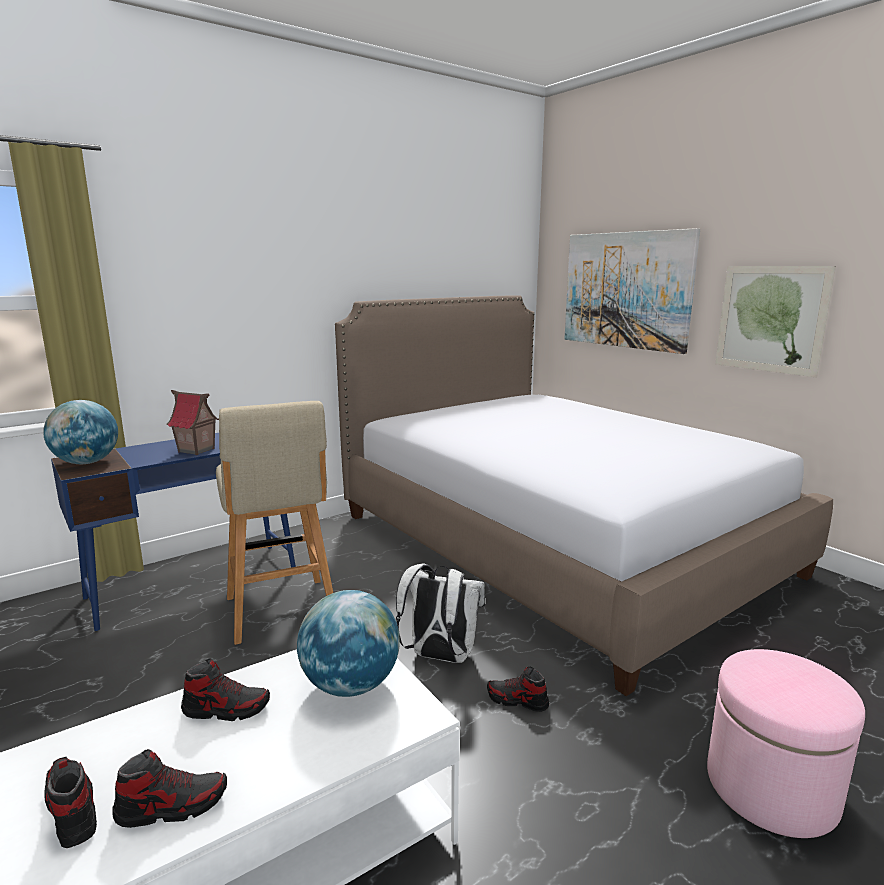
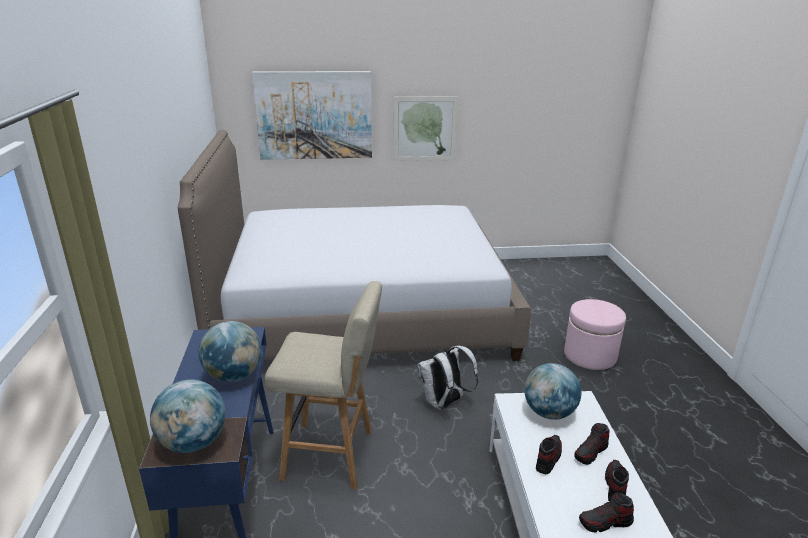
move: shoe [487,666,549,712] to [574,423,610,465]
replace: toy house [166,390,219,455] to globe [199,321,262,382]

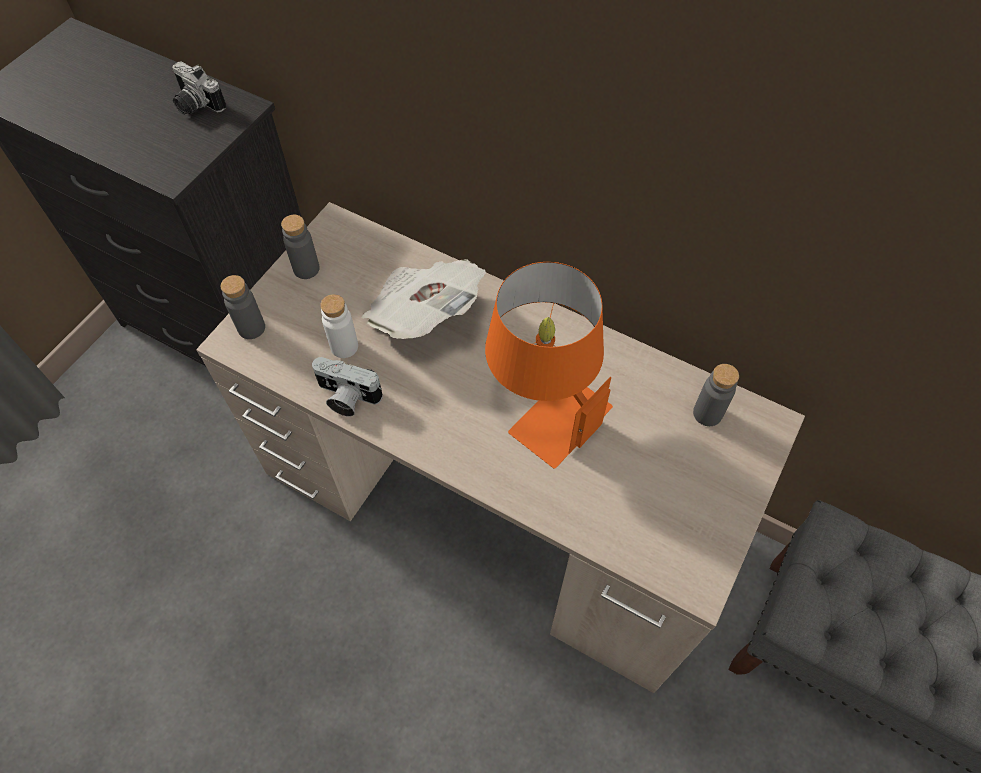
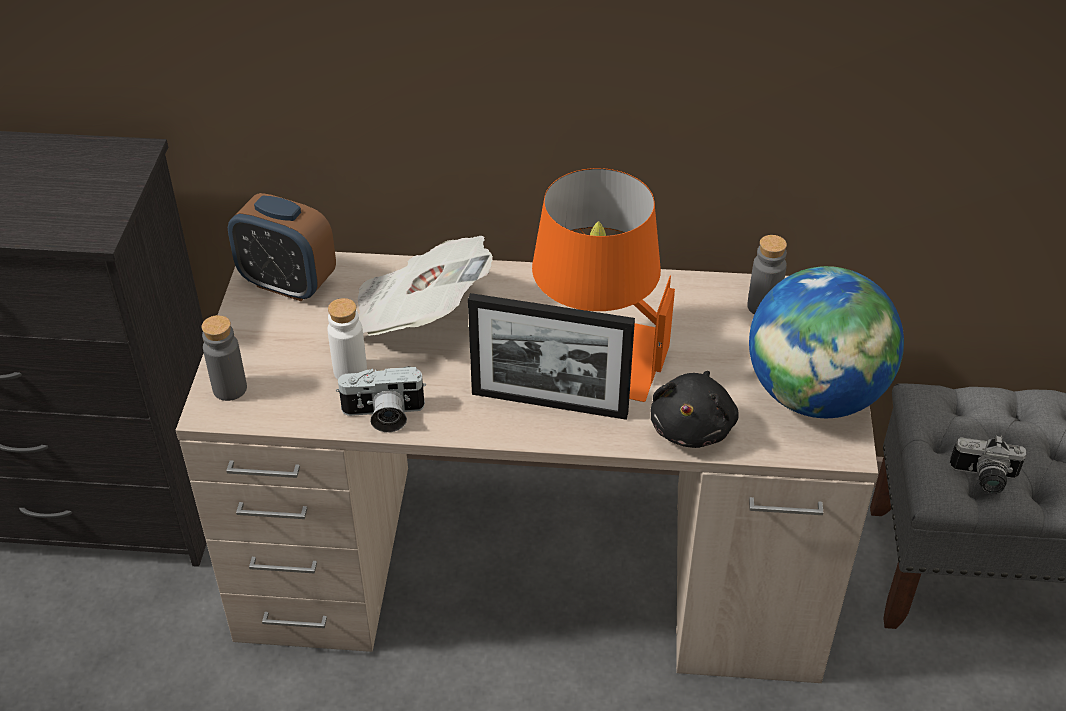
delete: bottle in grey [281,215,320,279]
insert: alarm clock [228,193,336,301]; picture frame [468,293,635,420]; plush toy in black [651,371,739,448]; globe [749,266,904,418]
move: photo camera [172,61,226,115] to [950,435,1026,494]

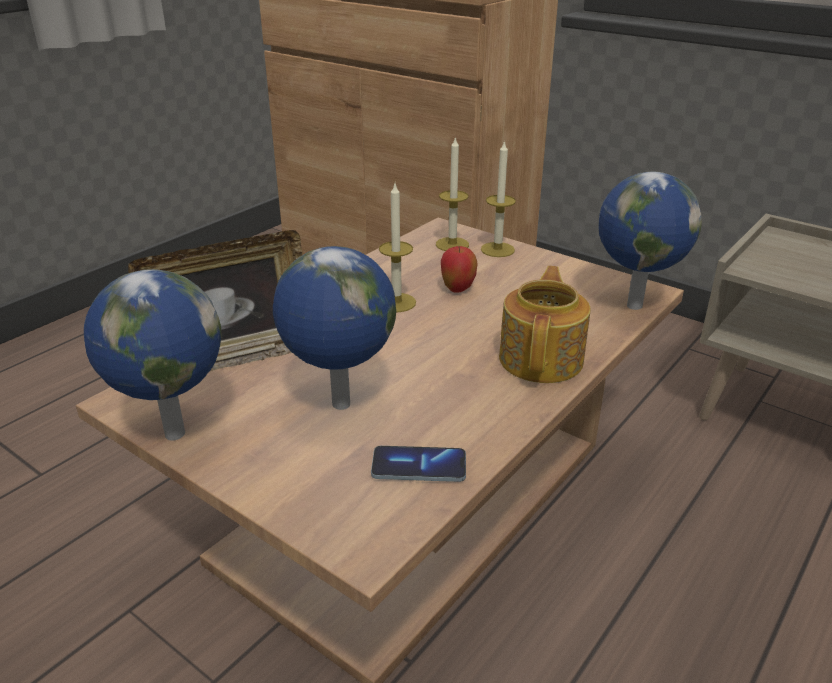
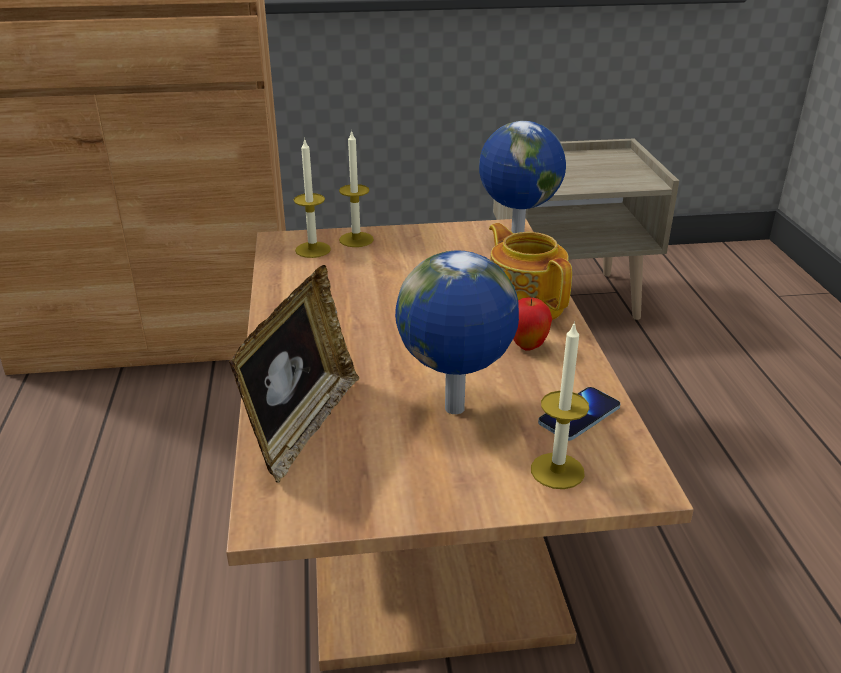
delete: globe [84,269,222,441]
move: candle [379,184,416,312] to [531,321,589,489]; apple [441,246,477,293] to [513,297,552,351]

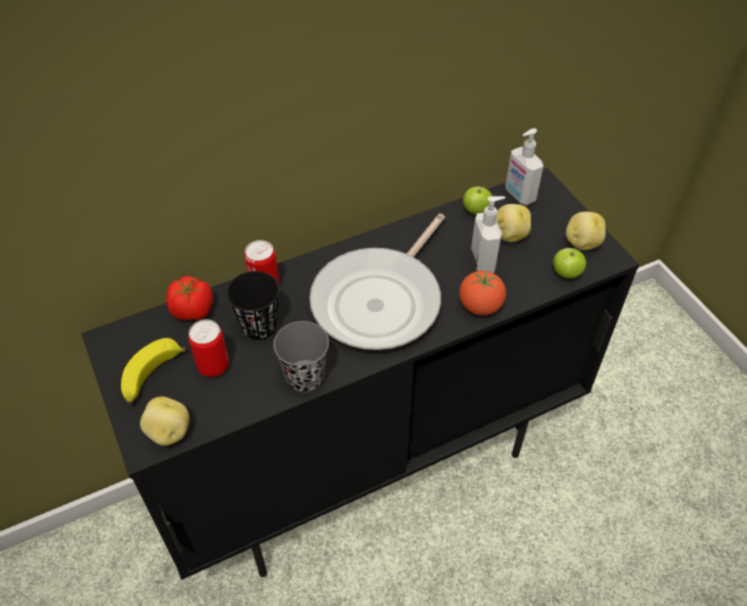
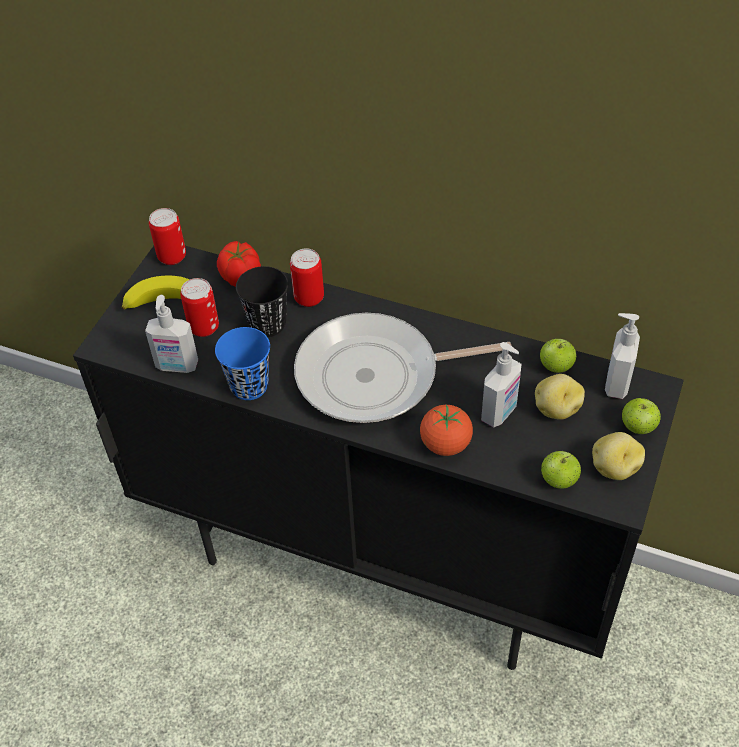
delete: potato [140,396,189,446]
insert: soap dispenser [145,295,198,373]; can [149,208,186,265]; apple [622,398,661,434]
recolor: cup in grey [274,321,329,393] to cup in blue [215,327,270,400]

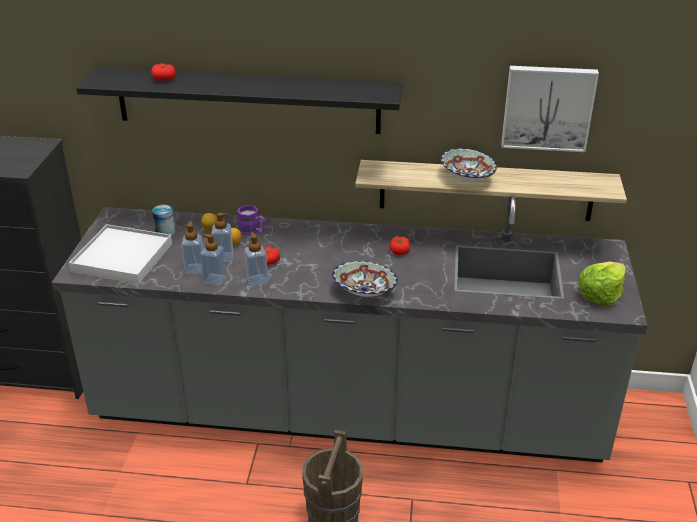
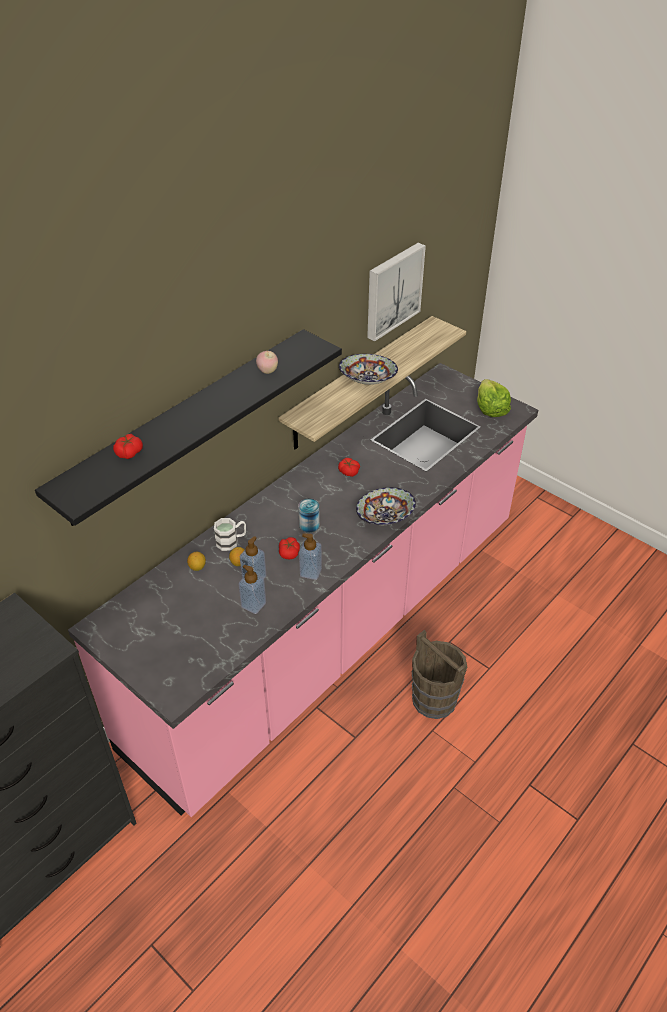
delete: tray in white [69,224,172,284]; soap dispenser [200,234,226,286]
insert: apple [256,351,278,374]
move: can [152,204,176,236] to [298,498,320,533]
recolor: counter in grey [51,197,648,463] to counter in pink [68,363,538,817]; mug in purple [237,205,265,236] to mug in white [214,518,246,551]

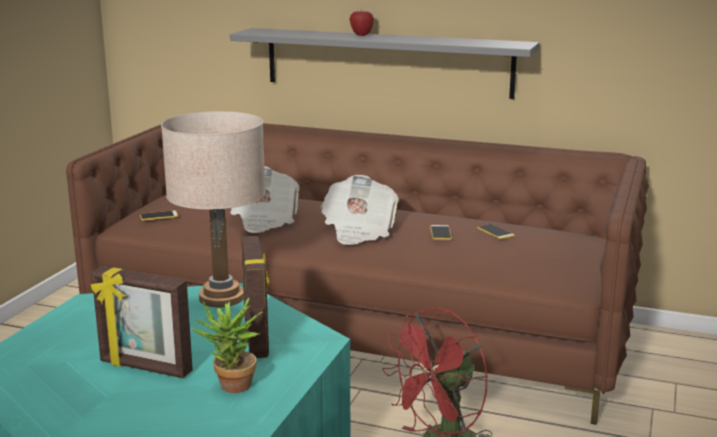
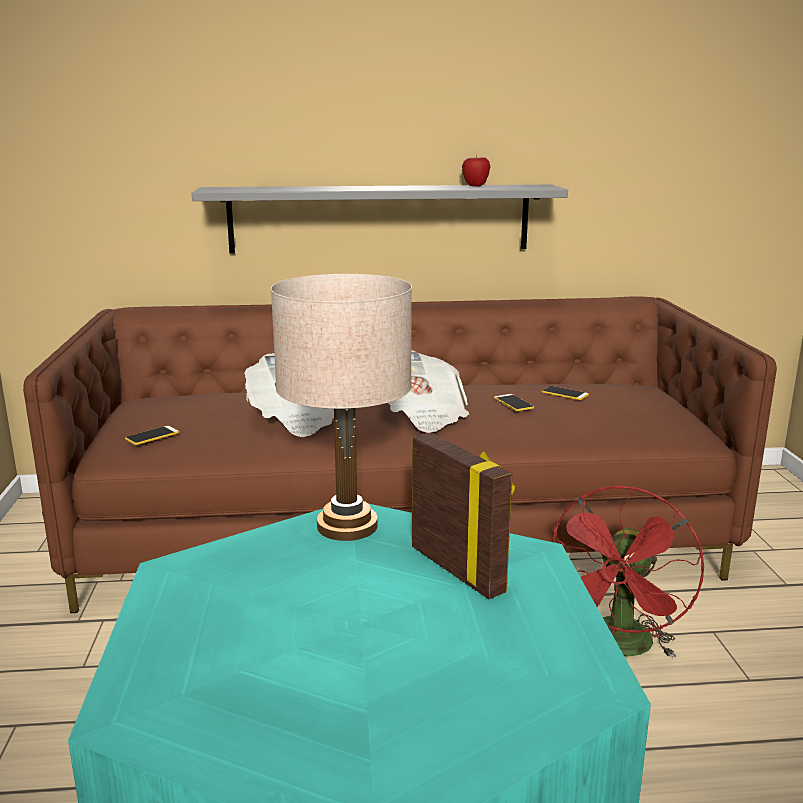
delete: picture frame [91,266,193,378]; potted plant [192,297,263,393]
move: apple [349,11,374,36] to [462,156,490,187]

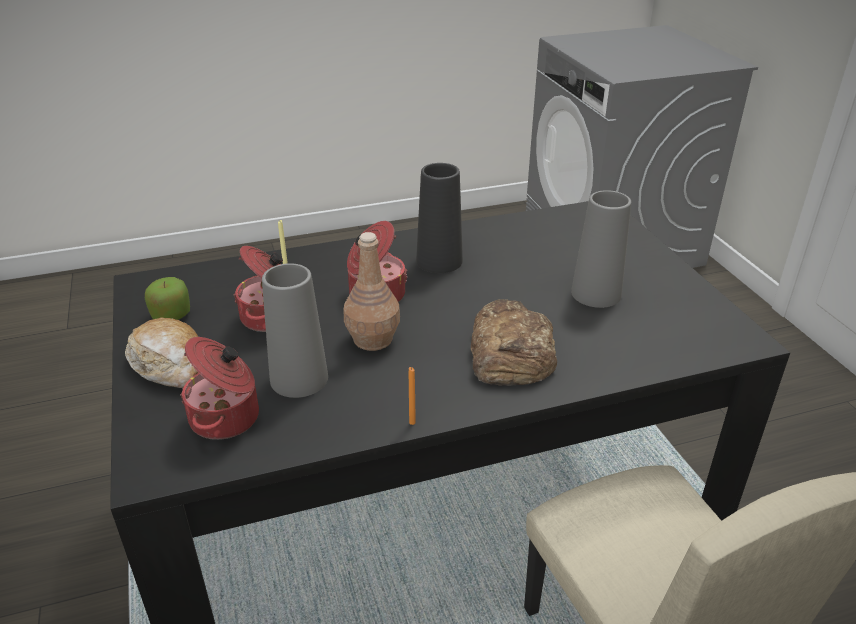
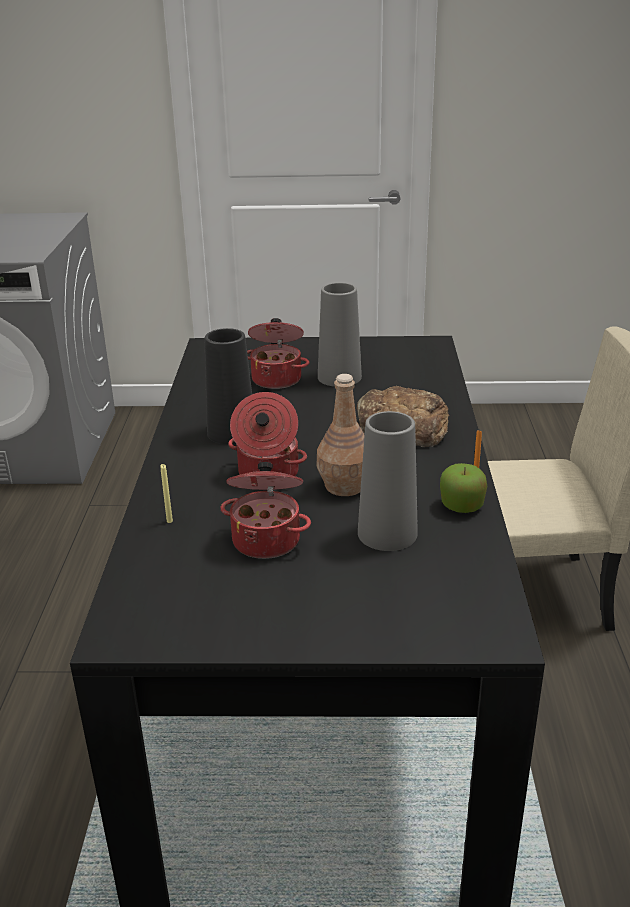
delete: bread [125,317,198,388]
move: apple [145,277,190,320] to [440,463,487,513]; cooking pot [180,337,259,440] to [247,318,310,389]

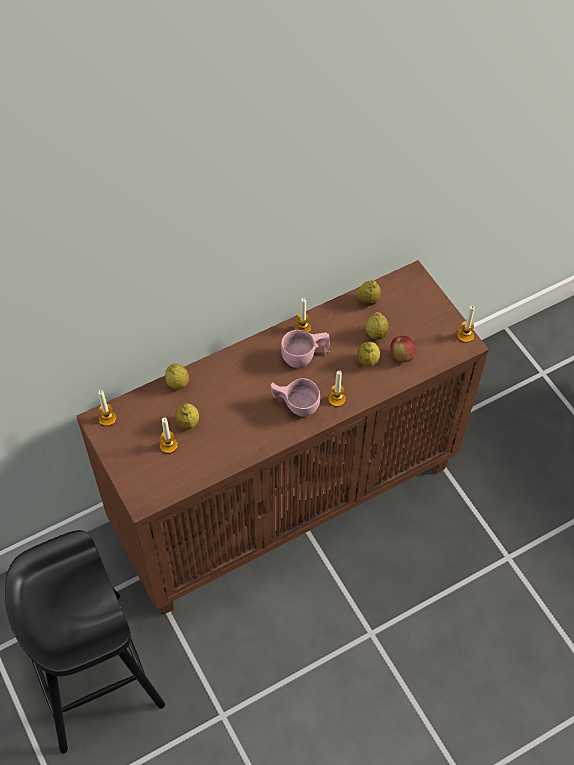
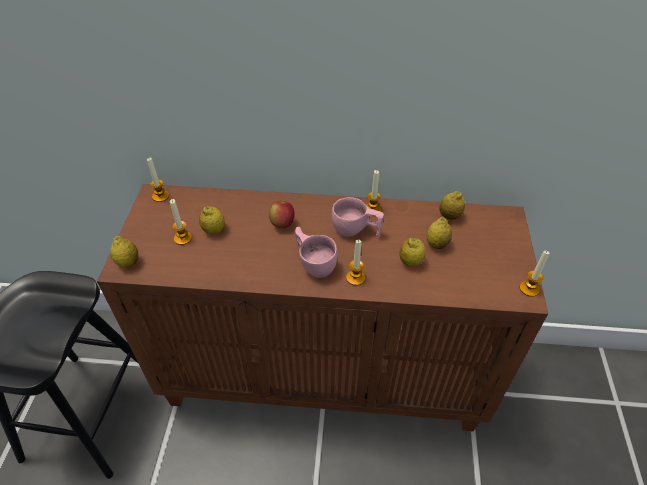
move: lemon [165,363,189,390] to [110,236,138,268]; apple [390,336,416,362] to [269,201,295,228]

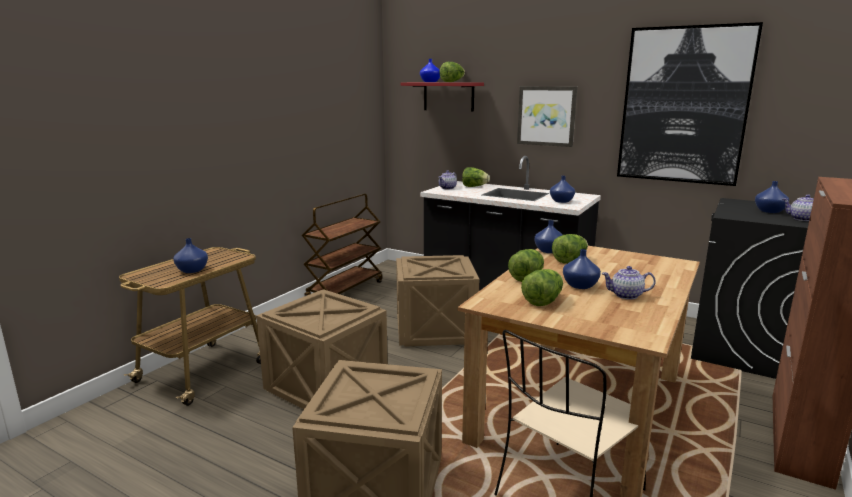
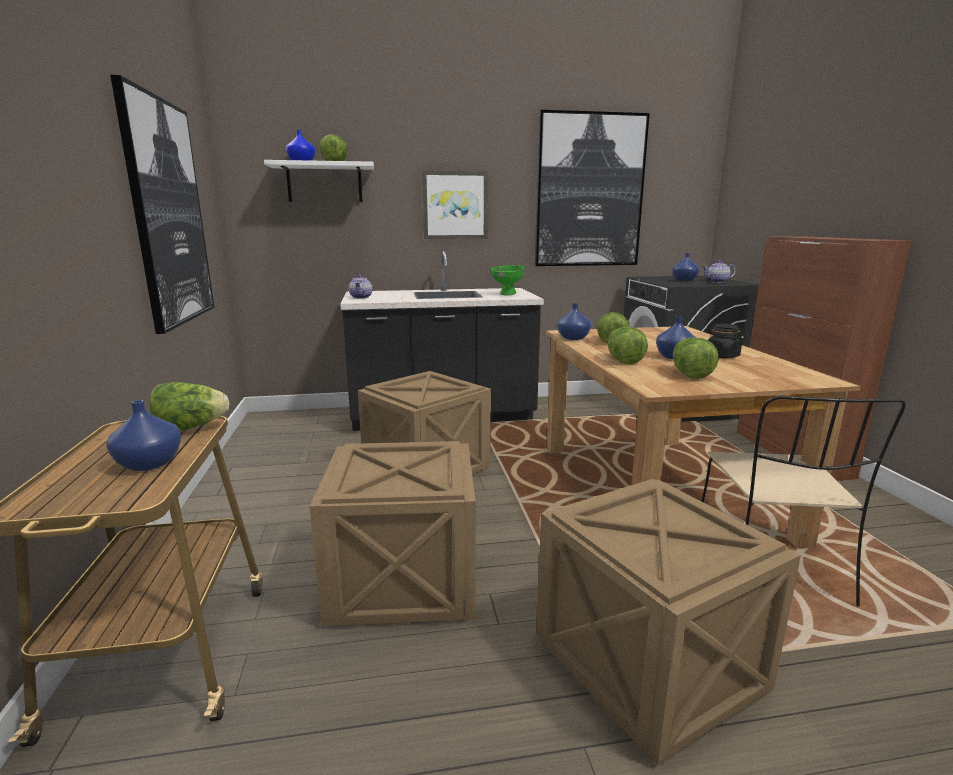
delete: cart in brown [302,194,383,296]
insert: picture [110,75,215,334]
move: lettuce [462,167,490,187] to [150,382,230,431]
replace: vase in blue [550,176,575,203] to bowl in green [490,265,525,296]; teapot [602,266,656,300] to jar in black [708,324,742,358]
recolor: shelf in red [400,82,484,112] to shelf in white [264,160,374,202]

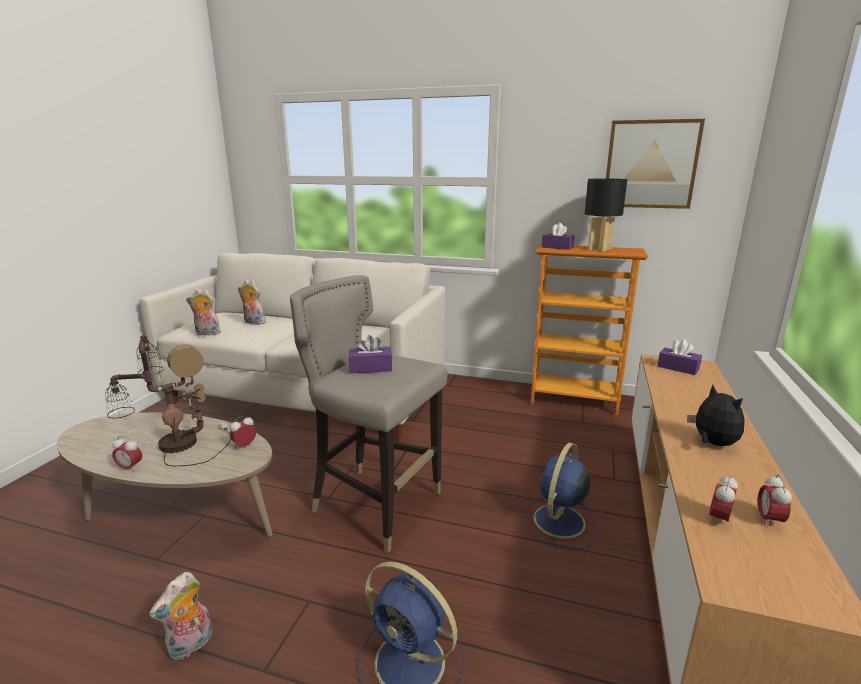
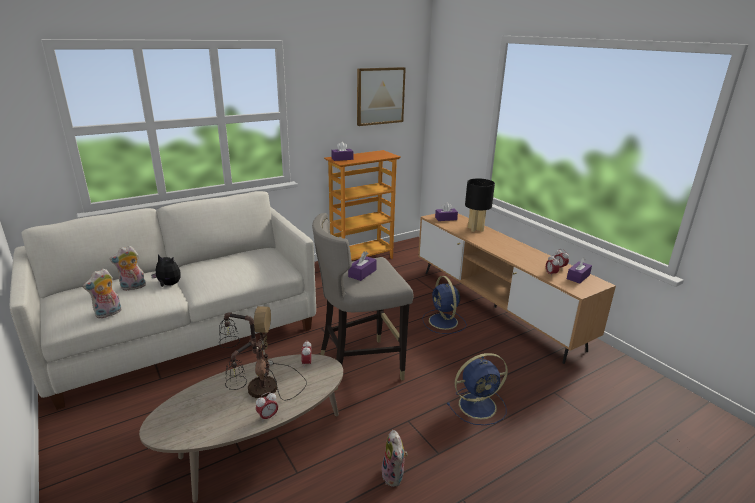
insert: tissue box in purple [567,258,592,284]
move: table lamp in black [585,179,627,251] to [465,178,495,232]; plush toy [687,385,744,446] to [151,255,181,287]

